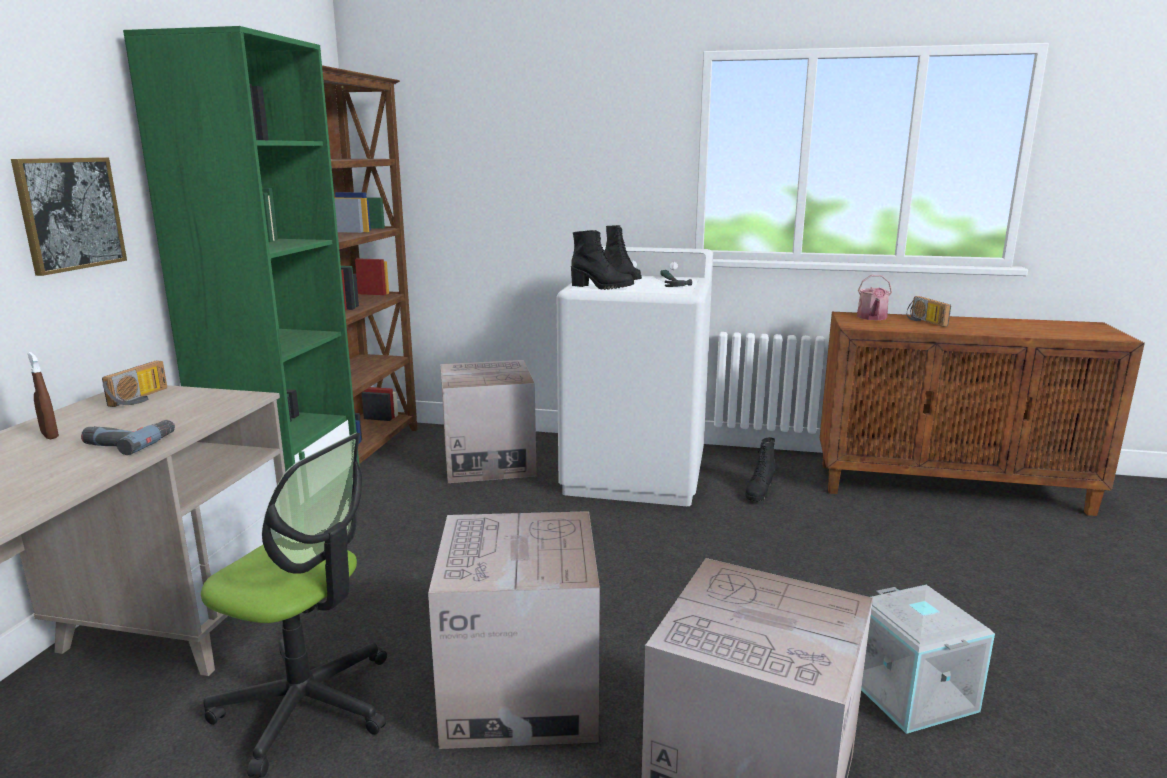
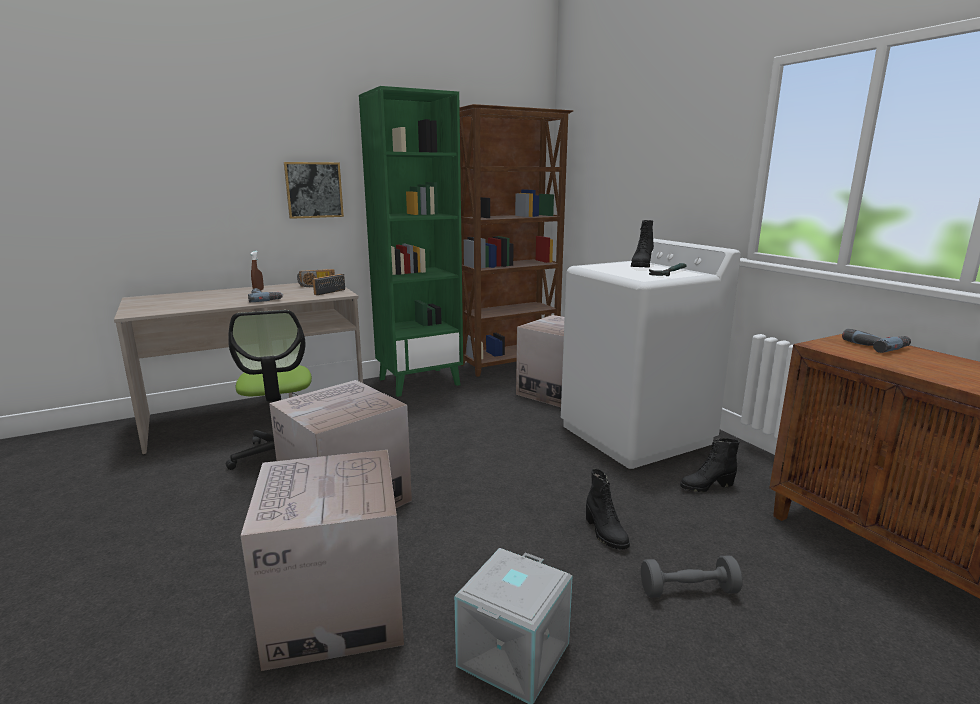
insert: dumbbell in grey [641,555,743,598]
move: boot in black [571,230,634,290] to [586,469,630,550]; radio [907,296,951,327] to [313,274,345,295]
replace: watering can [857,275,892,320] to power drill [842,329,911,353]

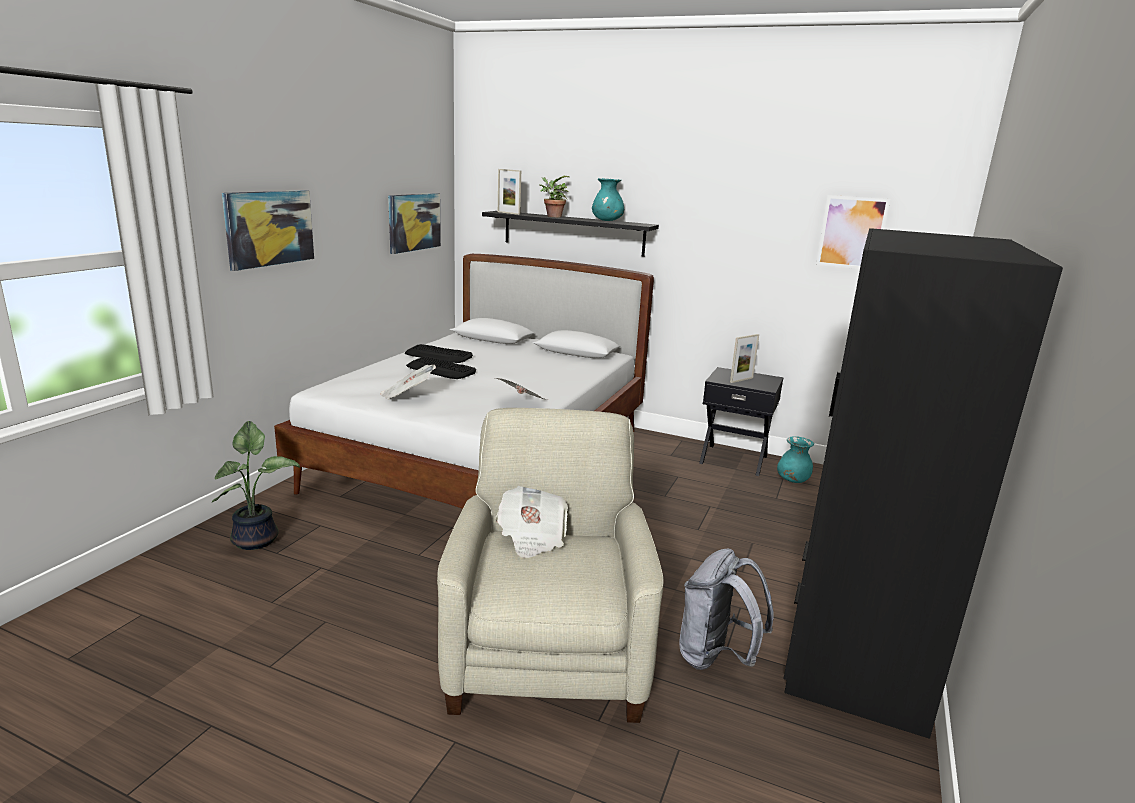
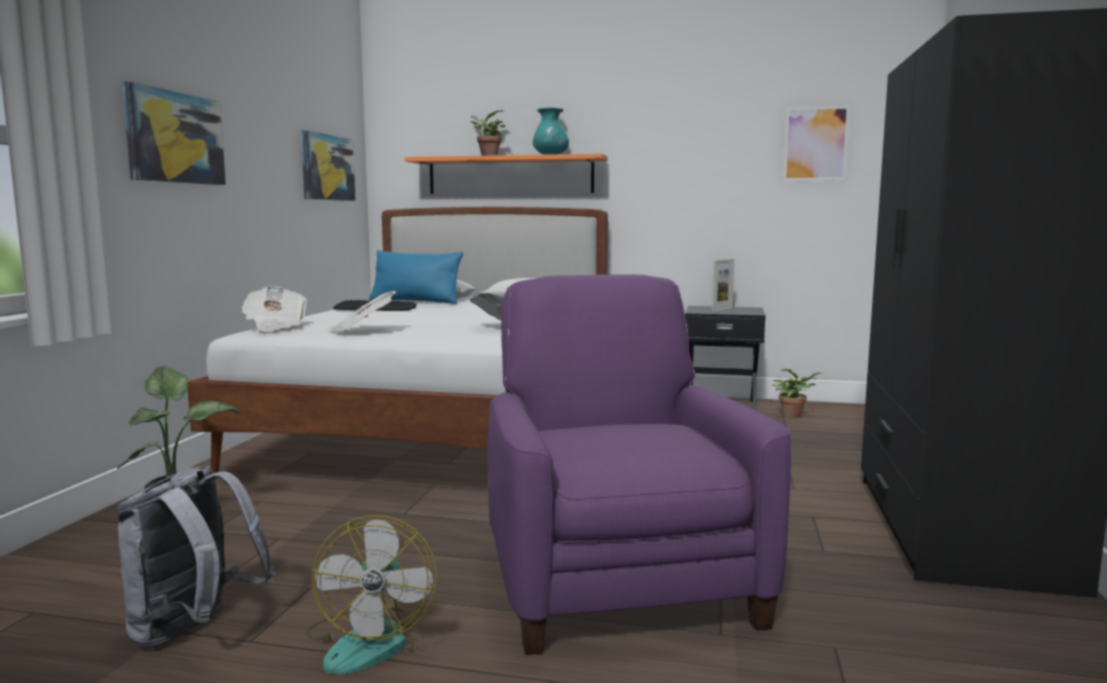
delete: keyboard [406,356,476,379]; picture frame [498,169,521,215]
insert: fan [306,515,437,674]; pillow in blue [369,250,463,304]
move: newspaper [496,486,568,558] to [241,286,307,331]; backpack in grey [679,549,774,670] to [116,466,276,648]
replace: vase in turquoise [777,436,814,483] to potted plant [772,369,823,418]
recolor: armchair in beige [437,408,663,723] to armchair in purple [488,274,791,655]; shelf in black [482,211,659,257] to shelf in orange [405,154,608,194]

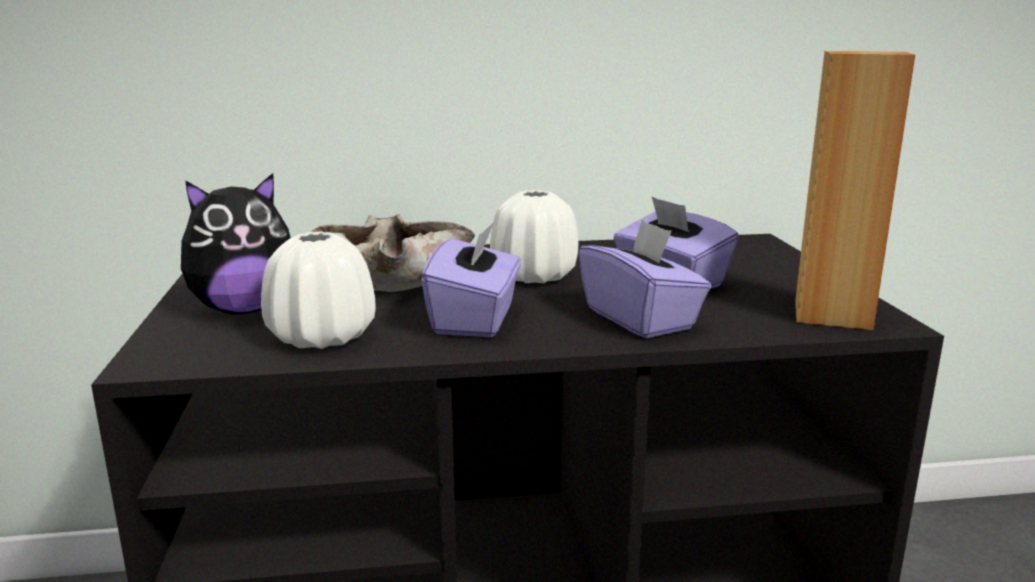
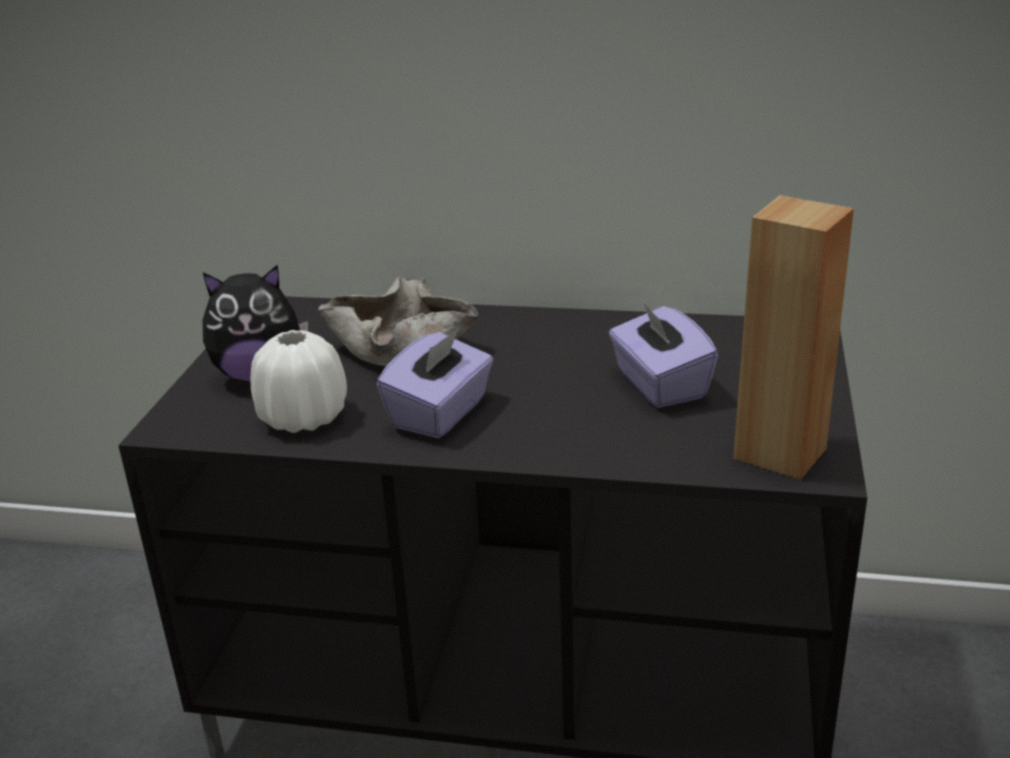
delete: vase in white [490,190,578,283]; tissue box in purple [579,220,711,338]

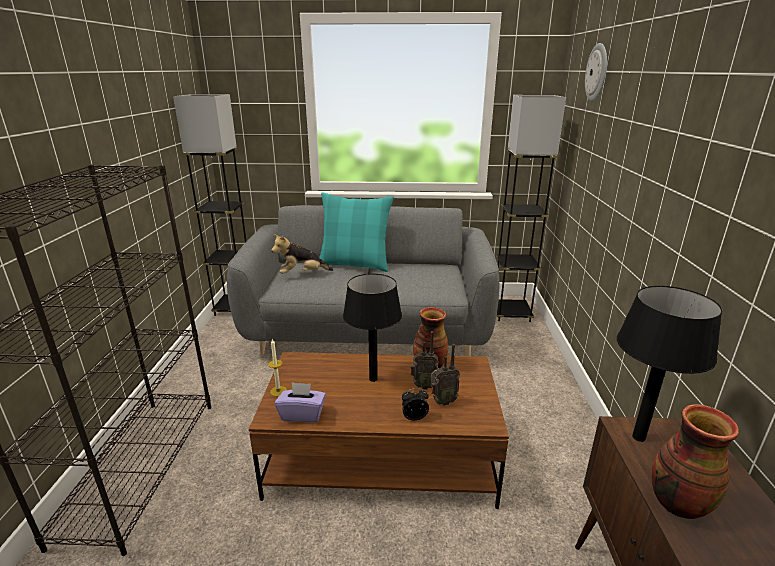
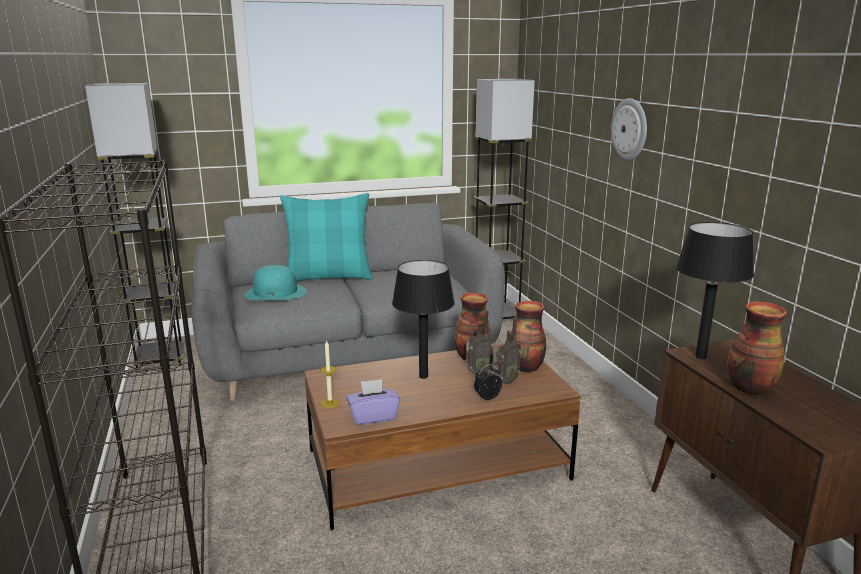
insert: vase [510,301,546,373]
move: wall clock [585,43,607,101] to [611,98,647,160]
replace: plush toy [271,234,333,274] to hat in turquoise [244,265,307,300]

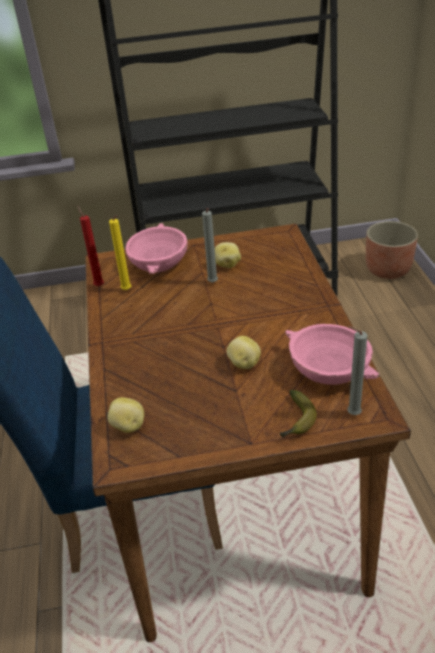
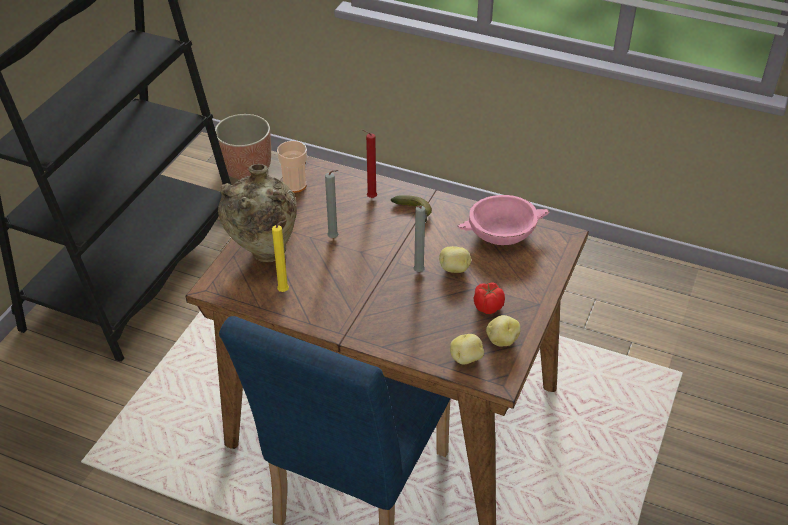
insert: cup [277,141,307,193]; tomato [474,282,505,314]
move: candle in red [77,206,104,287] to [361,129,377,198]; potato [215,242,241,268] to [486,315,521,346]; banana [280,390,317,438] to [391,195,432,222]; candle in grey [347,326,367,415] to [413,206,425,272]
replace: bowl in pink [125,223,188,274] to vase in beige [218,164,297,262]

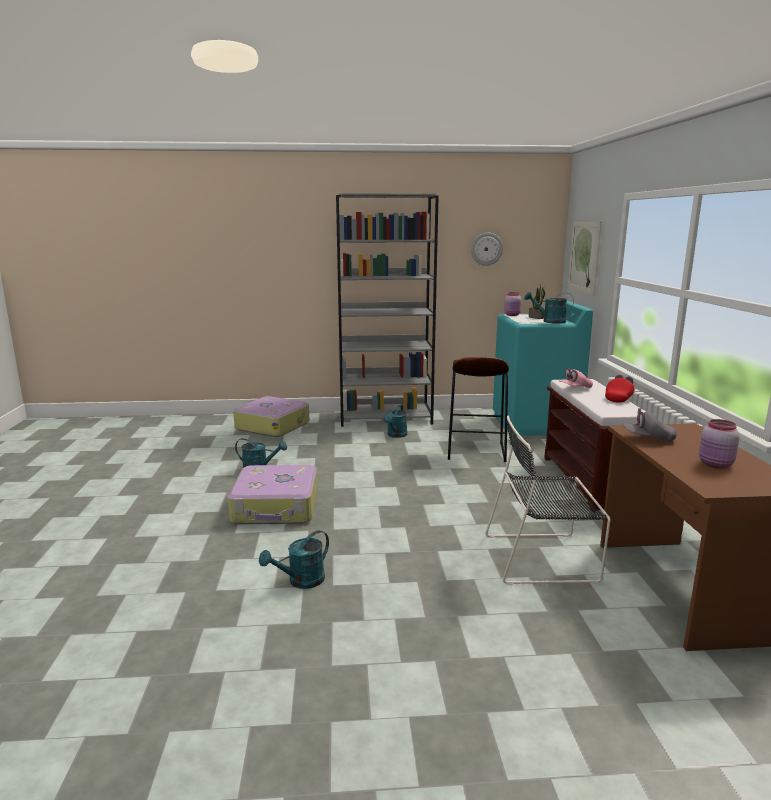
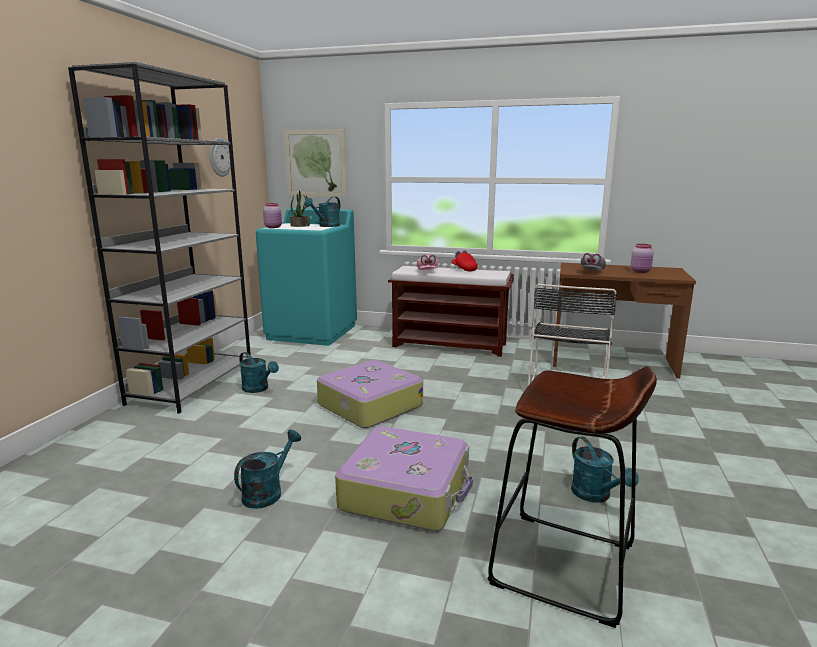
move: suitcase [233,396,309,437] to [317,360,423,428]; stool in brown [448,357,509,462] to [488,366,657,628]

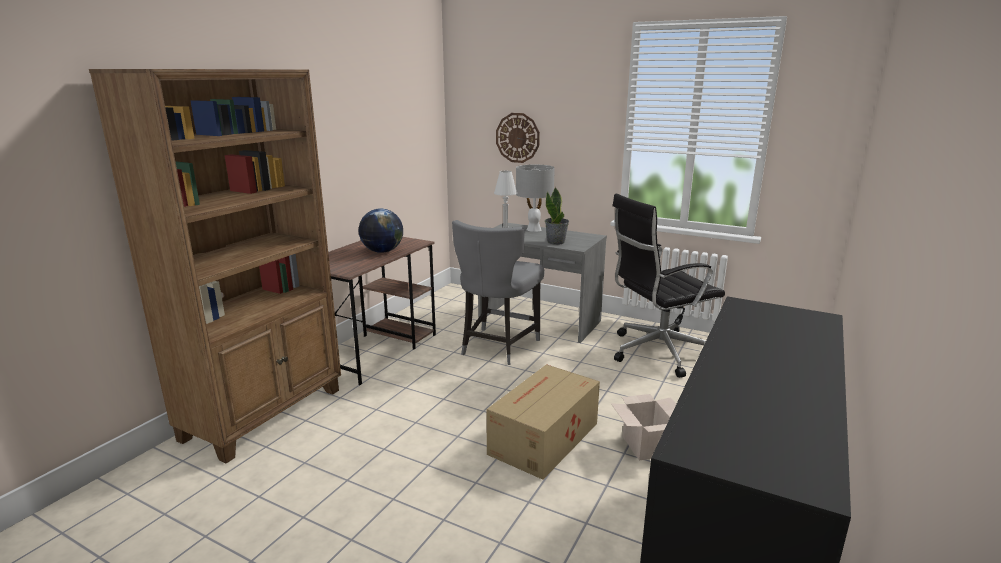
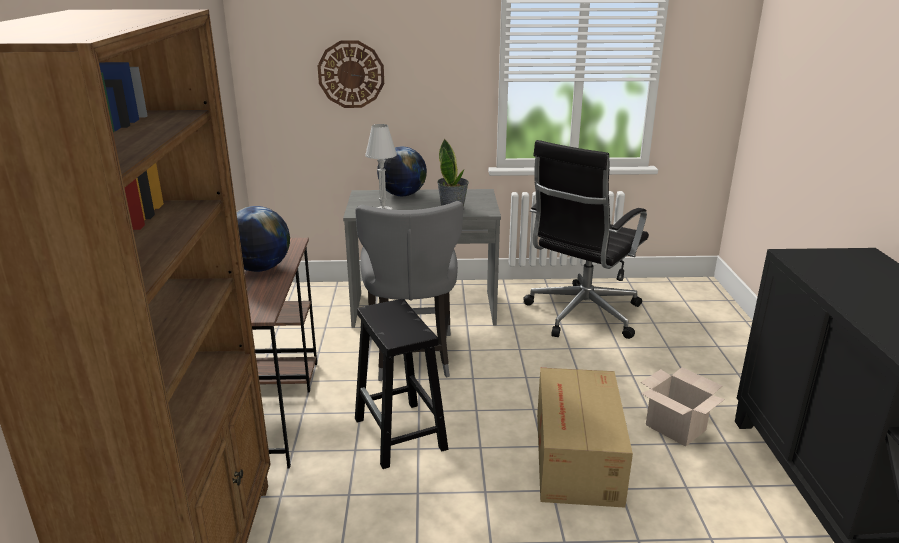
insert: stool in black [355,299,448,469]
replace: table lamp in grey [516,164,555,232] to globe [377,146,427,196]

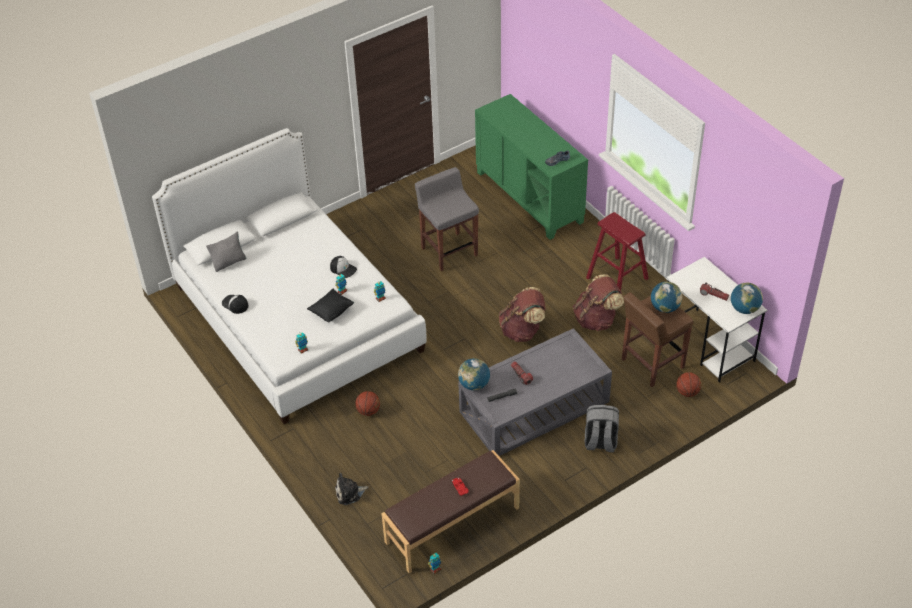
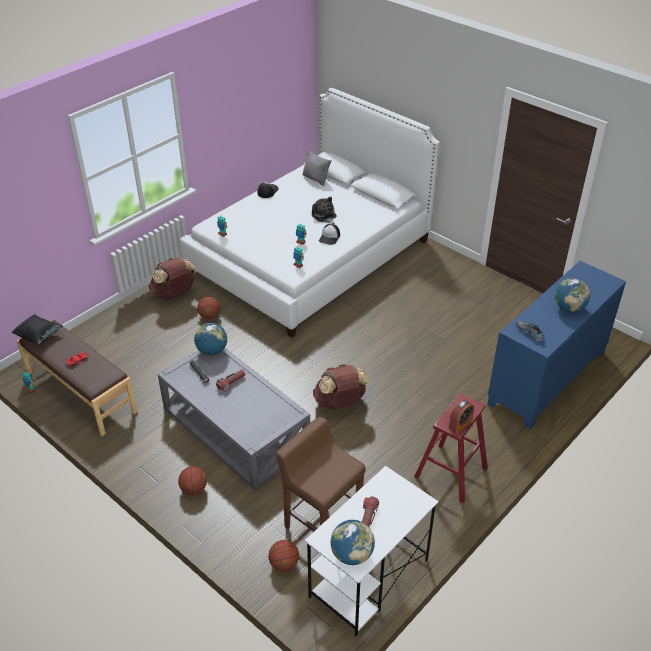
delete: stool in grey [415,167,479,271]
insert: alarm clock [449,399,474,434]
move: pillow in black [307,289,354,323] to [11,314,63,344]; plush toy [335,473,368,505] to [312,196,337,224]; backpack in brown [573,274,624,331] to [149,257,196,300]; globe [651,282,682,313] to [555,278,590,312]
replace: backpack in grey [585,405,619,453] to basketball [178,466,207,495]
recolor: cabinet in green [475,94,588,240] to cabinet in blue [487,261,626,430]

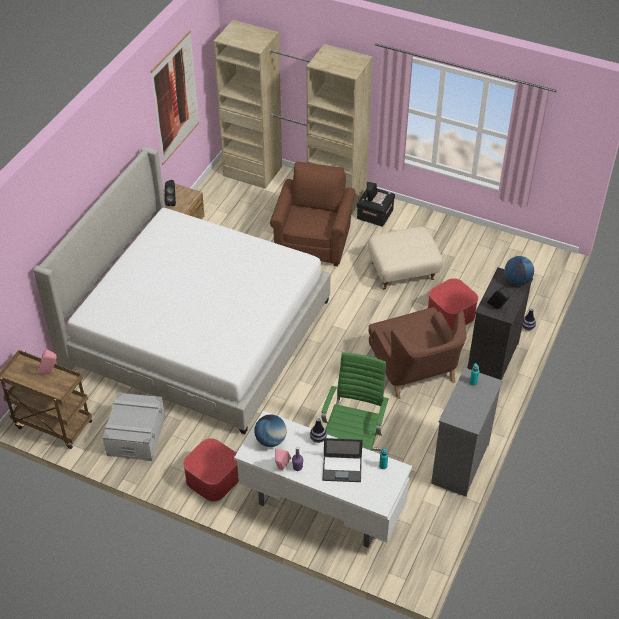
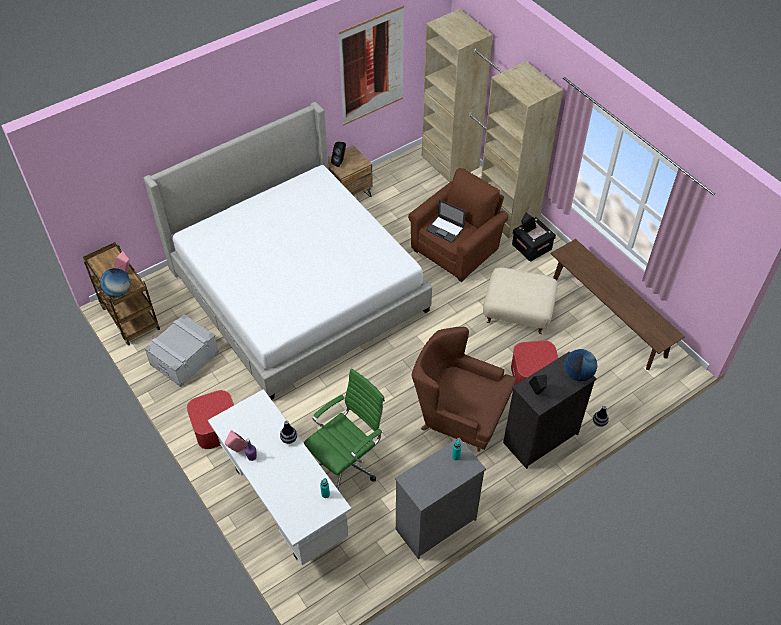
insert: bench in brown [551,239,685,370]
move: globe [254,415,287,447] to [100,268,130,297]; laptop [323,438,363,482] to [426,199,466,243]
rotate: armchair in brown [369,307,466,399] = [412,327,516,452] 105 degrees clockwise

